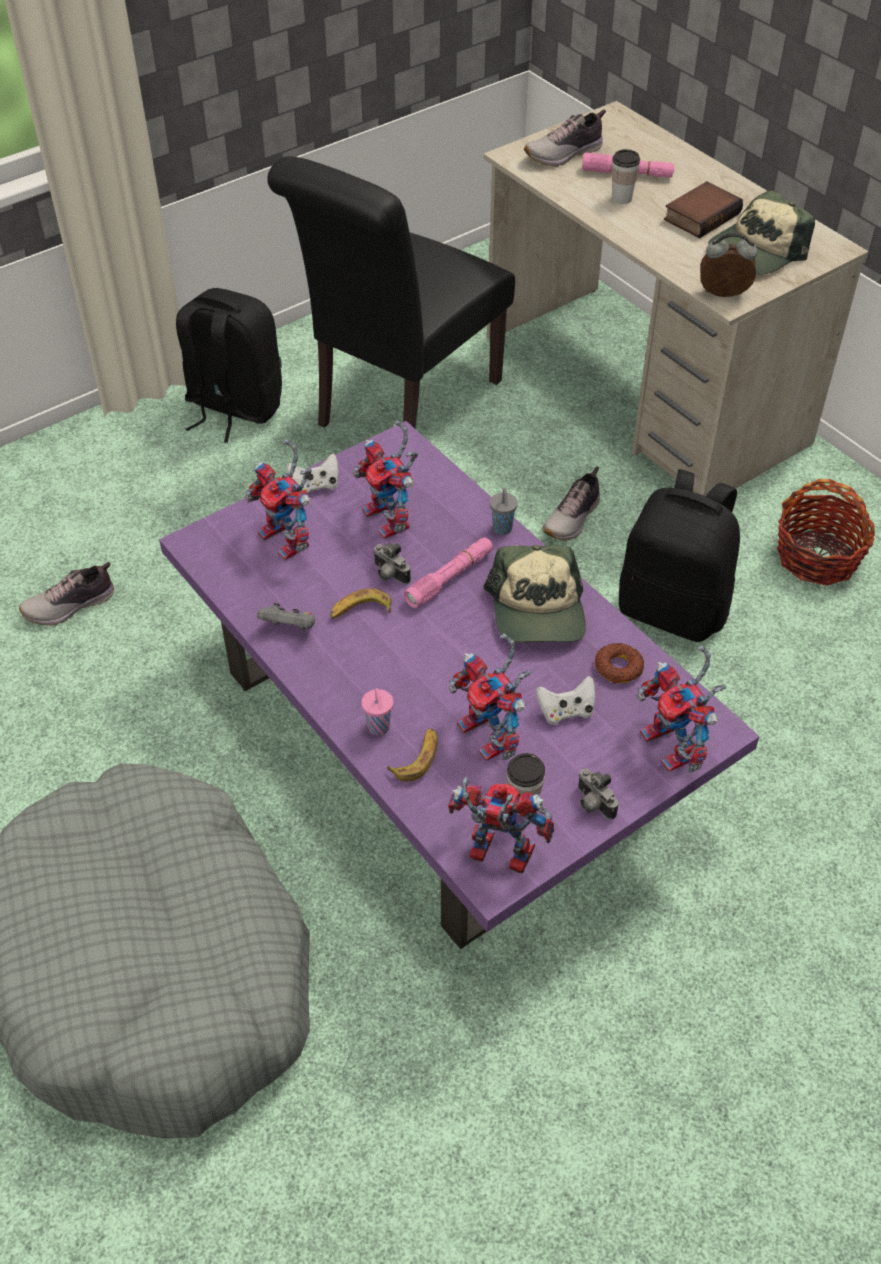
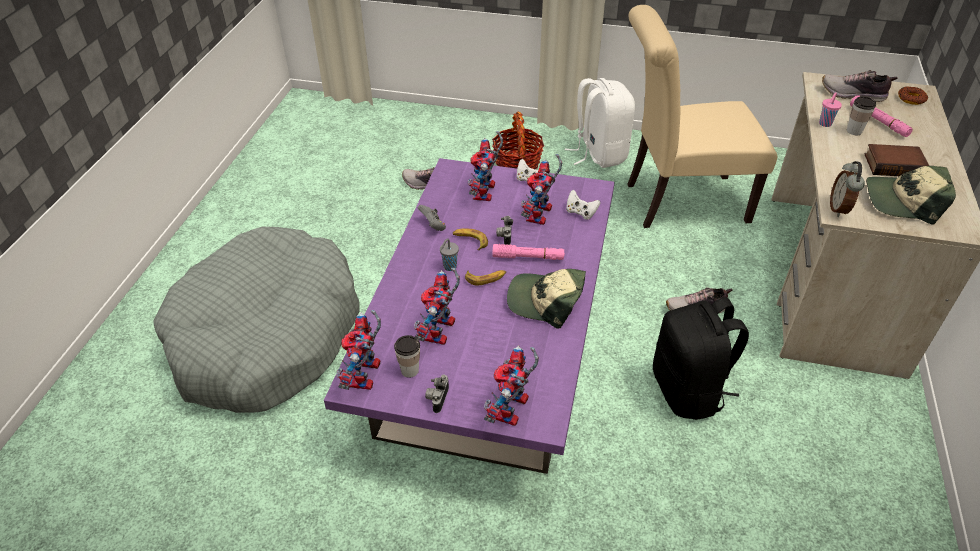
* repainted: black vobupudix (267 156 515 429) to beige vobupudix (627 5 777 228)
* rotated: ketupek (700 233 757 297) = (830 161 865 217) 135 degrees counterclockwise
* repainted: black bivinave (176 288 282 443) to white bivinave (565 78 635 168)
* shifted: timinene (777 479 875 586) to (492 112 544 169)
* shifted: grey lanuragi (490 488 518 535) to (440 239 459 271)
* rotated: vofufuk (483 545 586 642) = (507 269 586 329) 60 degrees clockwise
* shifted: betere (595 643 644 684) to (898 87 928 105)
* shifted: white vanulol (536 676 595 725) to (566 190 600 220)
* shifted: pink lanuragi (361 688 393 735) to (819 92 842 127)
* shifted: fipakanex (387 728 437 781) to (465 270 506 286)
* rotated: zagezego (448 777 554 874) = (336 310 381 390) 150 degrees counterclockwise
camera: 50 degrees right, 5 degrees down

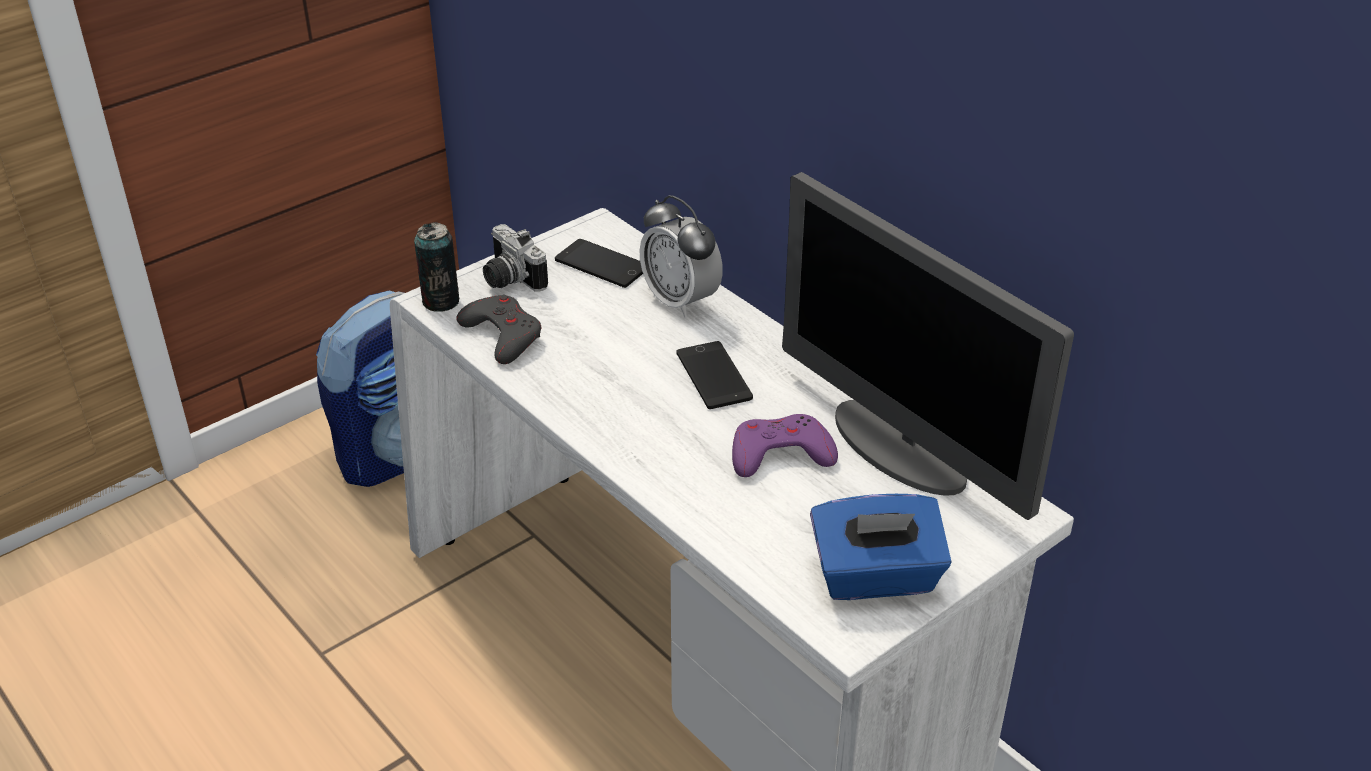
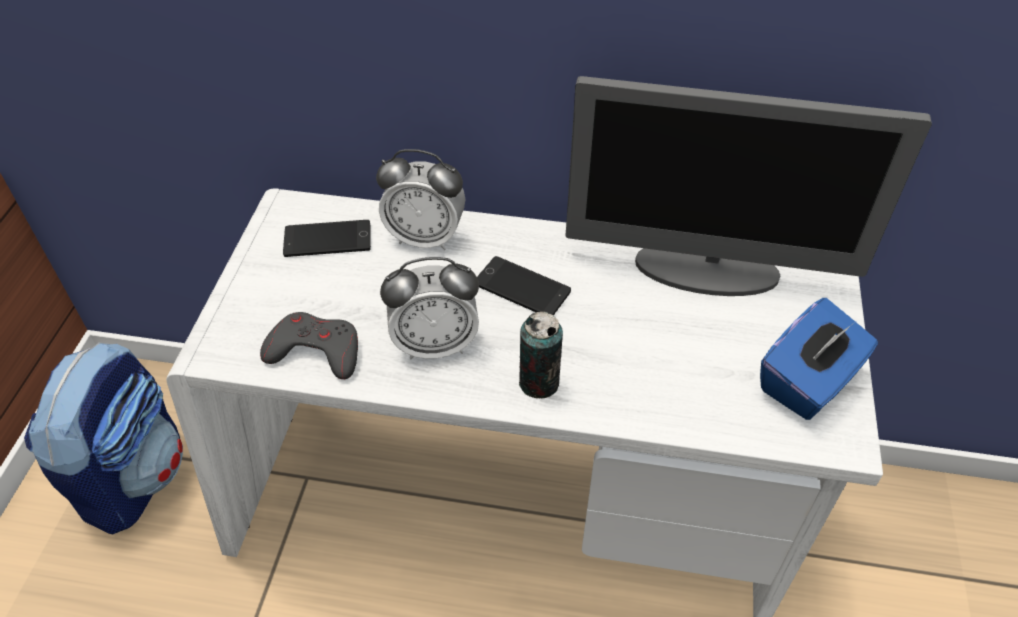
* shifted: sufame (414 222 459 312) to (519 312 563 398)
* gone: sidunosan (483 224 548 292)
* gone: purple vanulol (732 414 838 477)
* new: ketupek (380 257 479 359)
camera: 40 degrees left, 10 degrees up

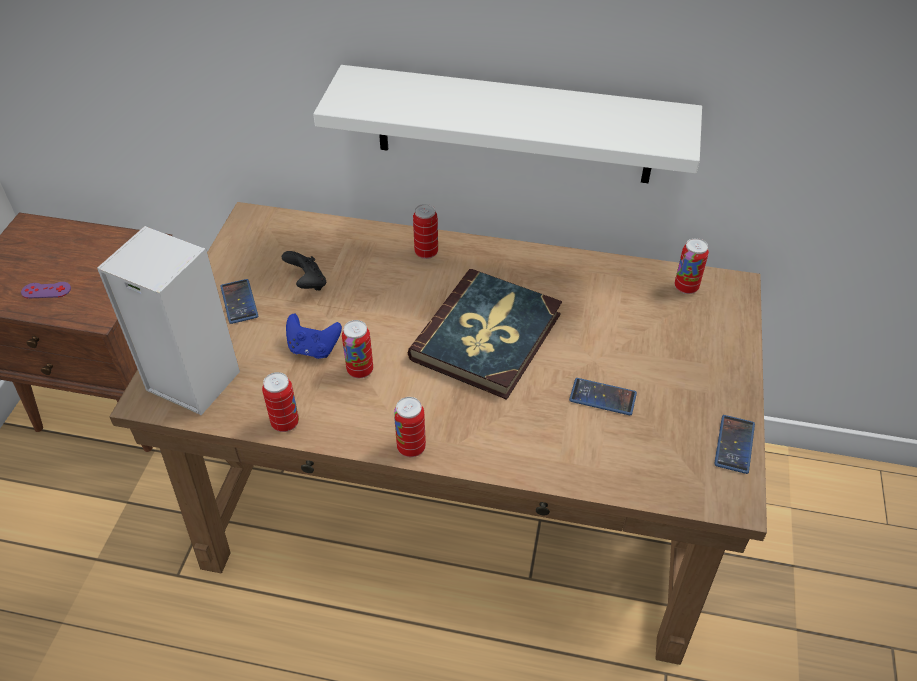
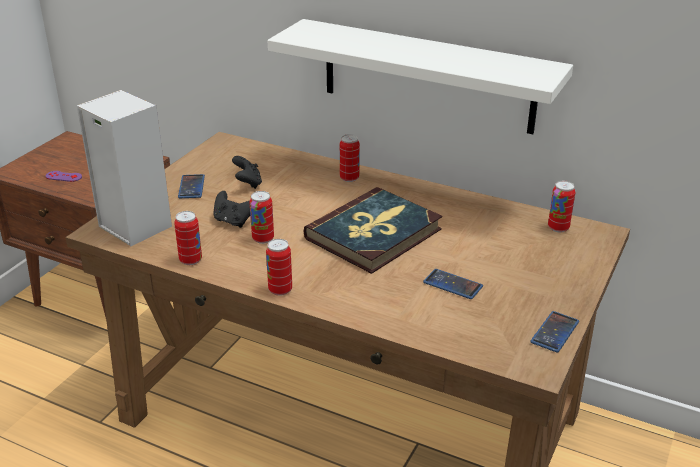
* repainted: blue vanulol (286 313 342 359) to black vanulol (213 191 250 228)
camera: 15 degrees right, 15 degrees down

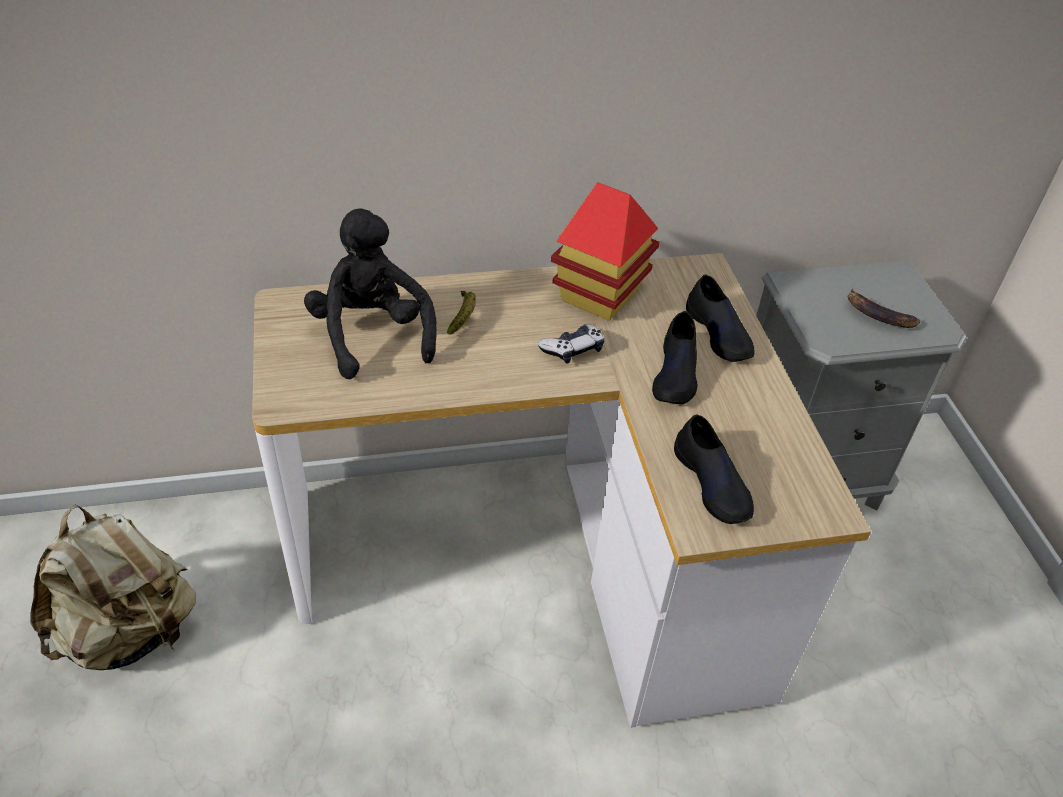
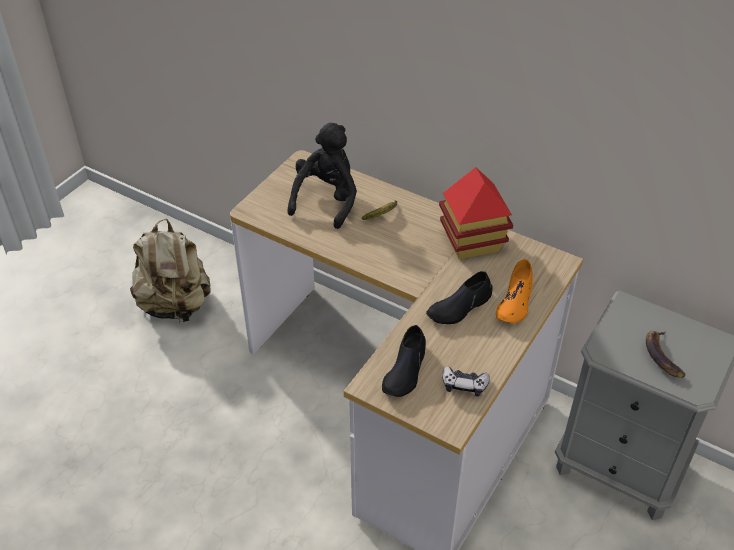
* repainted: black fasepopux (686 274 754 362) to orange fasepopux (496 259 533 324)
* shifted: vanulol (538 324 604 363) to (442 366 490 397)
camera: 45 degrees right, 0 degrees up

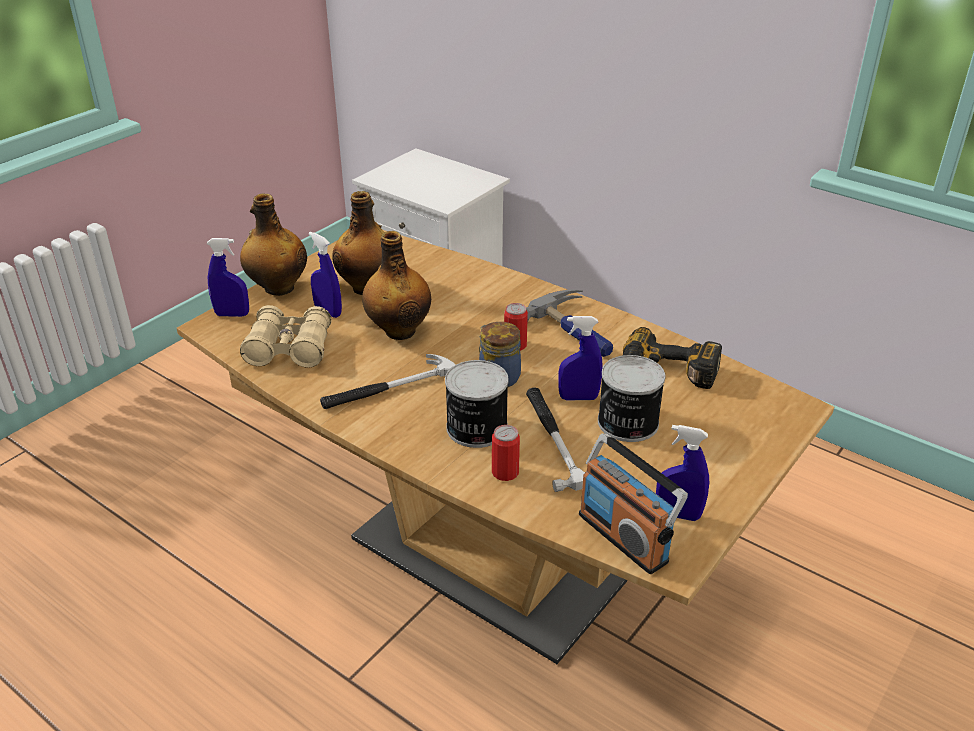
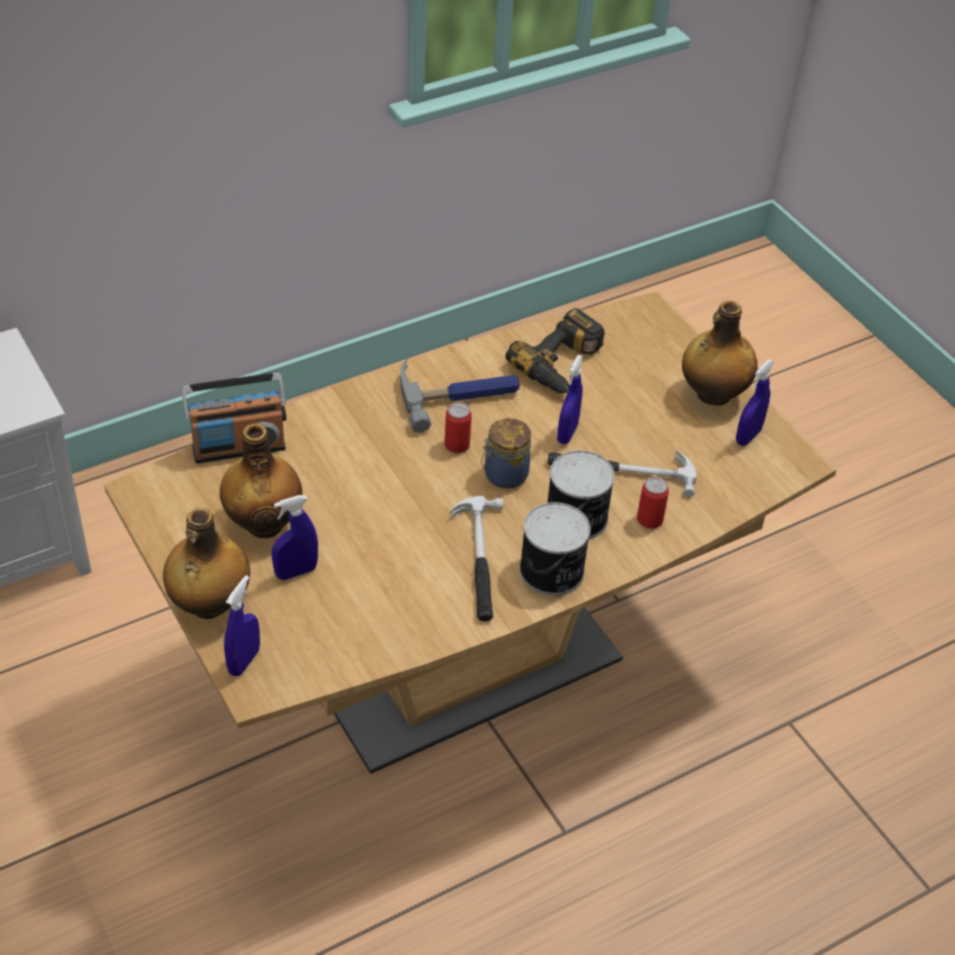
* shifted: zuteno (362 231 431 340) to (682 300 758 406)
* gone: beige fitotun (240 305 331 368)
* shifted: sufame (598 355 665 442) to (519 502 591 596)
* shifted: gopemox (579 433 688 574) to (181 372 286 463)
camera: 70 degrees left, 10 degrees up

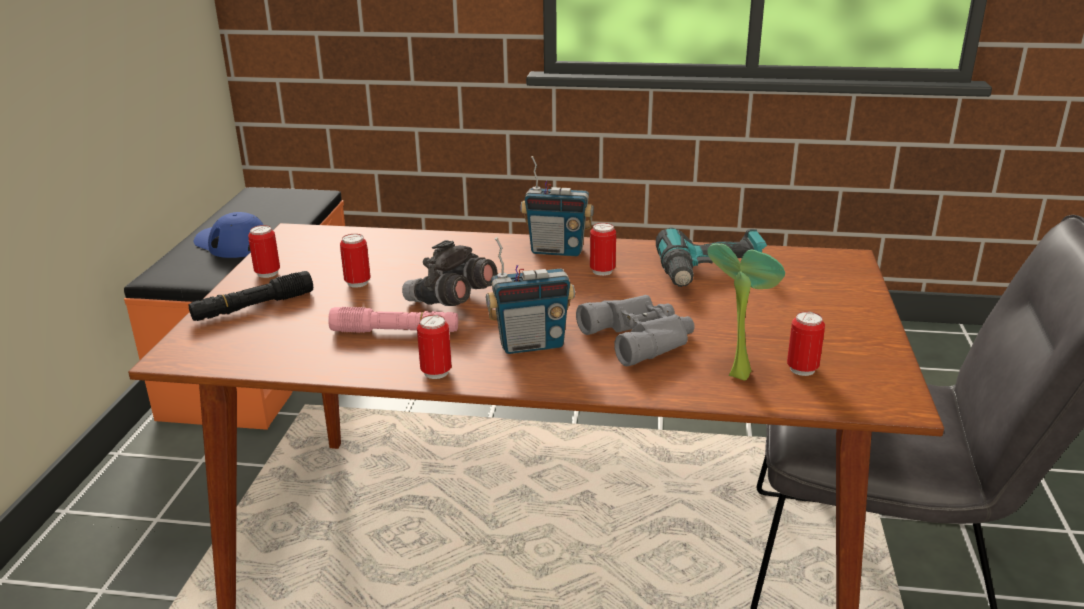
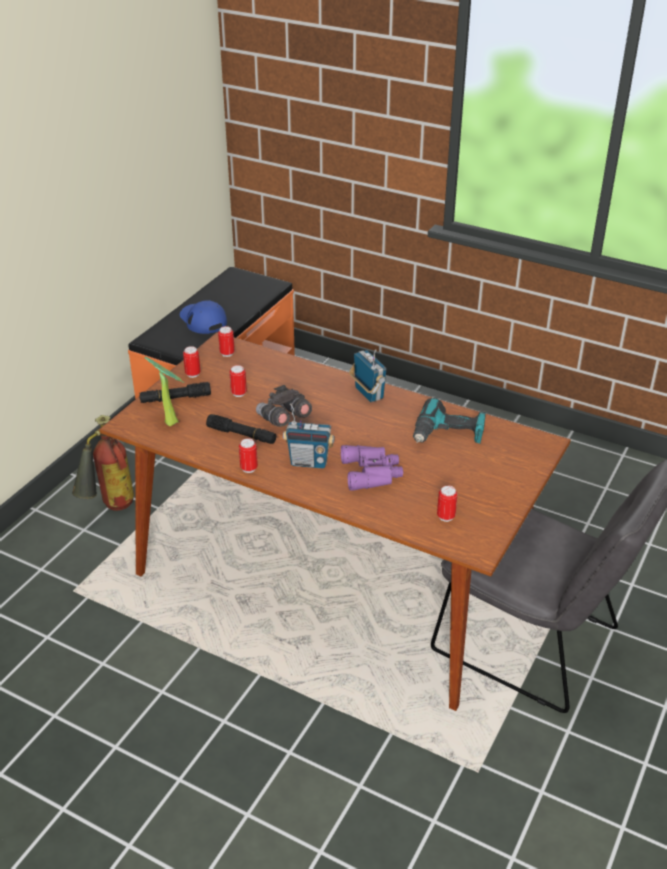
* rotated: gopemox (520 156 594 256) = (349 349 386 402) 150 degrees counterclockwise
* shifted: sufame (590 223 616 276) to (218 326 235 357)
* shifted: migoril (707 243 785 380) to (145 357 185 426)
* repainted: grey fitotun (576 295 695 366) to purple fitotun (341 445 403 491)
* repainted: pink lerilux (328 307 458 333) to black lerilux (206 414 276 444)
* new: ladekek (72 415 134 511)
camera: 20 degrees right, 10 degrees up

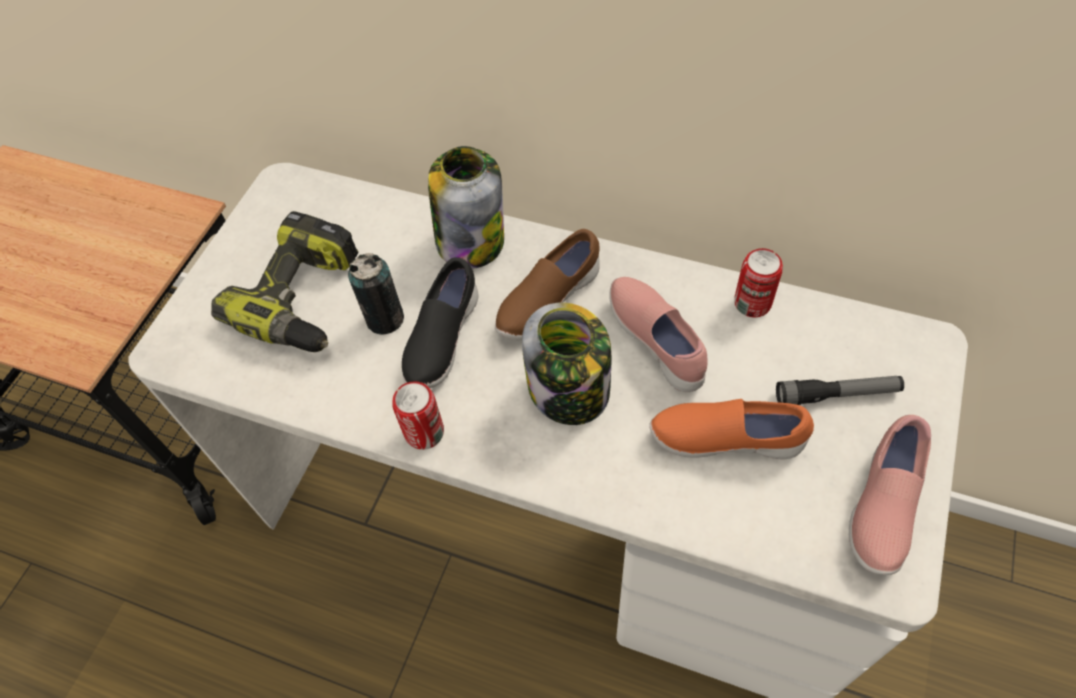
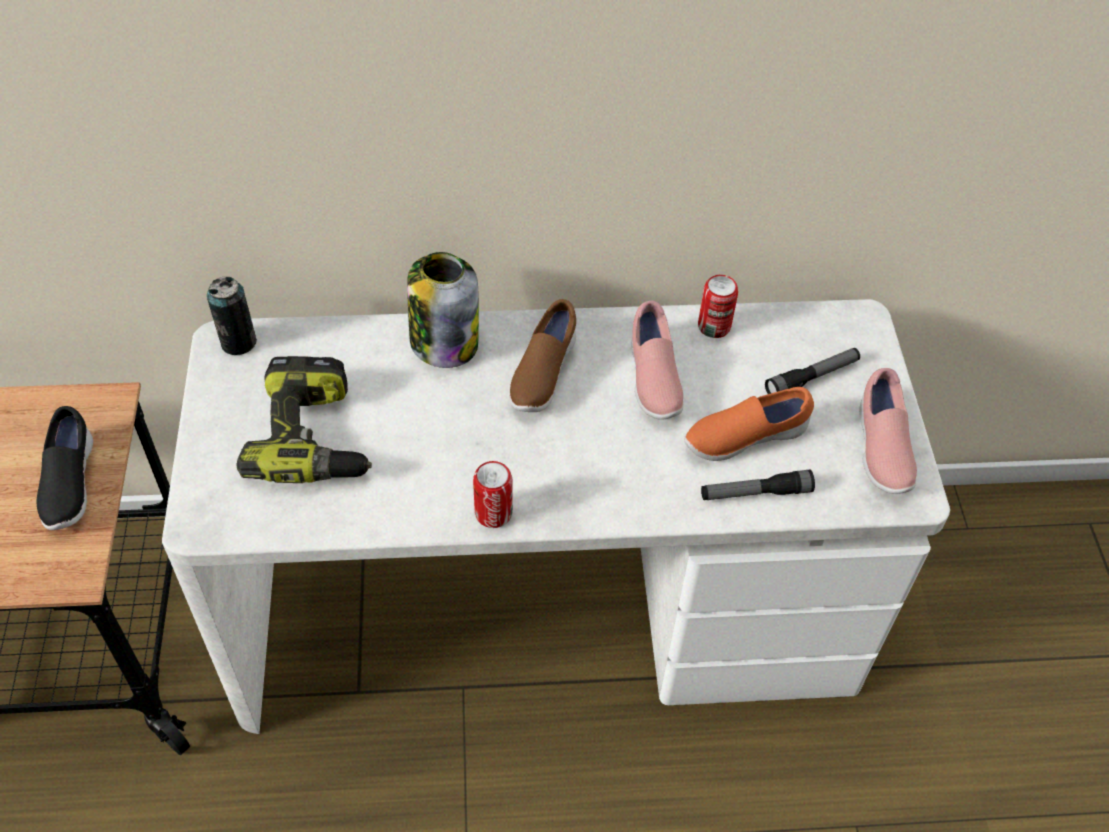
* shifted: sufame (348 253 404 335) to (207 277 257 355)
* shifted: black fasepopux (402 257 479 388) to (36 406 93 530)
* rotated: pink fasepopux (609 277 708 392) = (632 301 683 420) 135 degrees counterclockwise
* gone: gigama (522 303 611 425)
* new: lerilux (701 470 815 500)
camera: 30 degrees left, 5 degrees down

